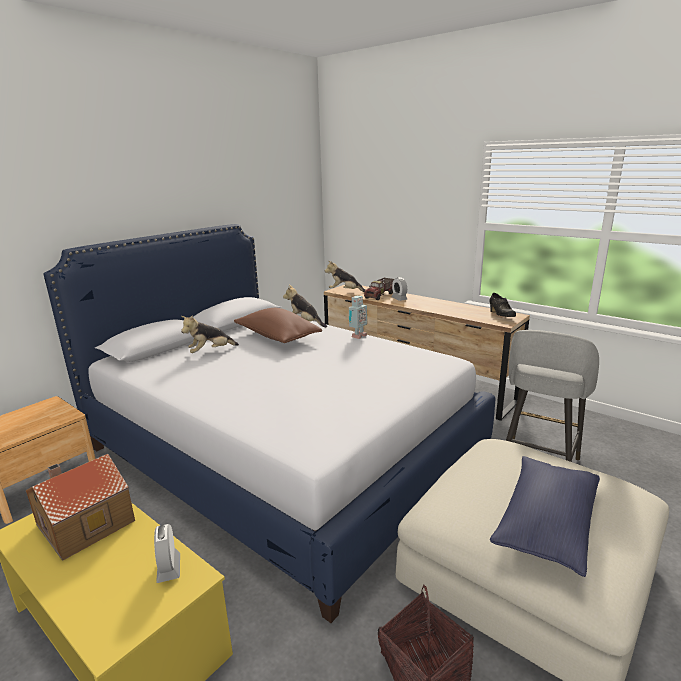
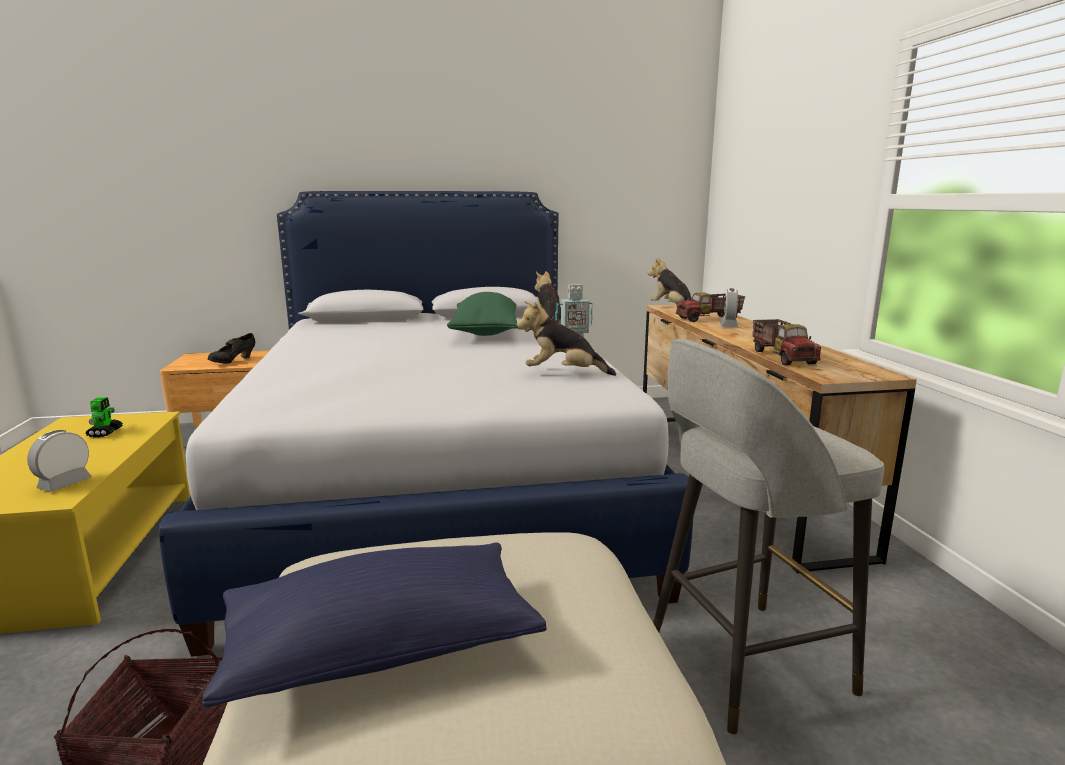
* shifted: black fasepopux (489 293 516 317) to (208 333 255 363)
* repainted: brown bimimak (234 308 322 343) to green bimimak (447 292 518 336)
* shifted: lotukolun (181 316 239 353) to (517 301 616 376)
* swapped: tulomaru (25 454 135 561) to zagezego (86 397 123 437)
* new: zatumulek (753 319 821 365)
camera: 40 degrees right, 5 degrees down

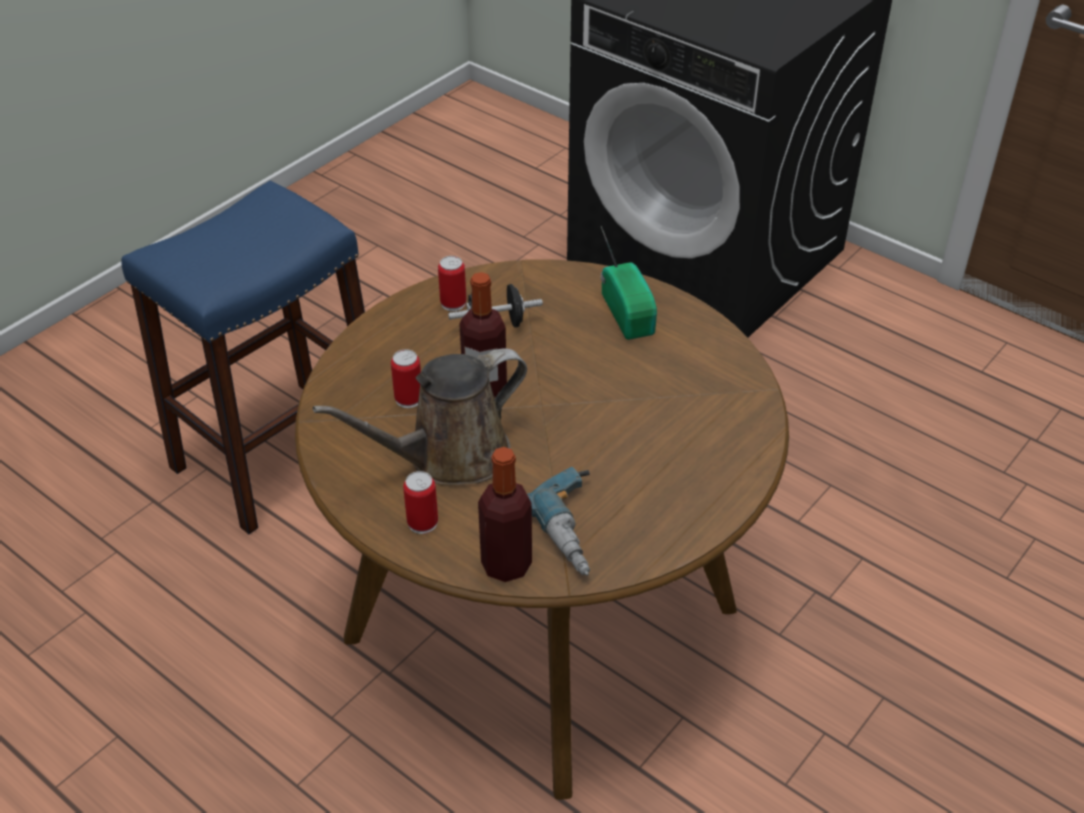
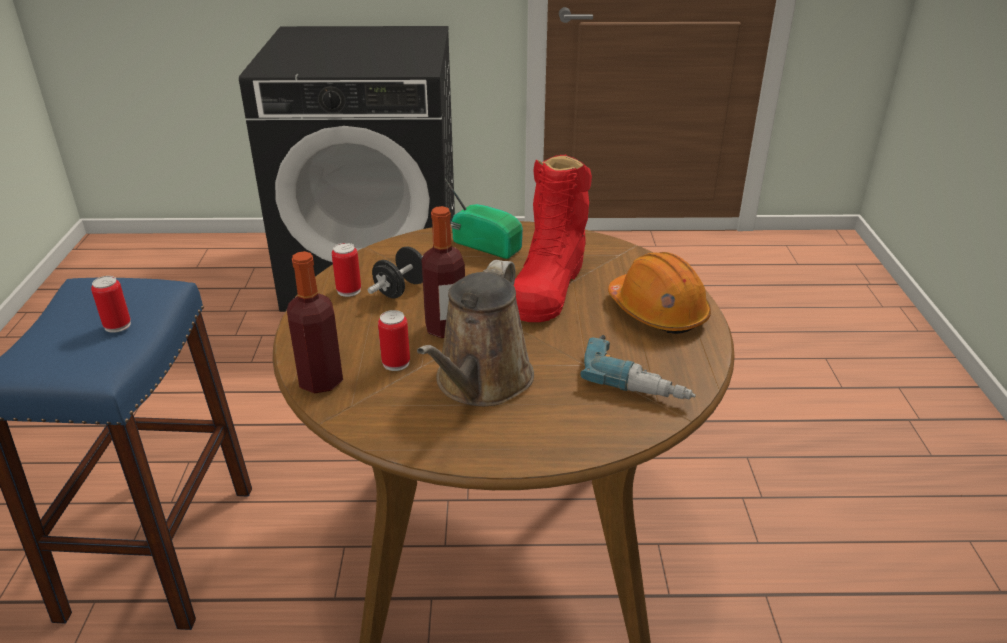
* shifted: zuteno (478 447 532 582) to (287 251 343 393)
* shifted: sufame (403 471 438 534) to (91 276 131 333)
* new: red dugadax (514 154 592 322)
* new: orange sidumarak (608 252 711 334)
camera: 40 degrees left, 10 degrees down

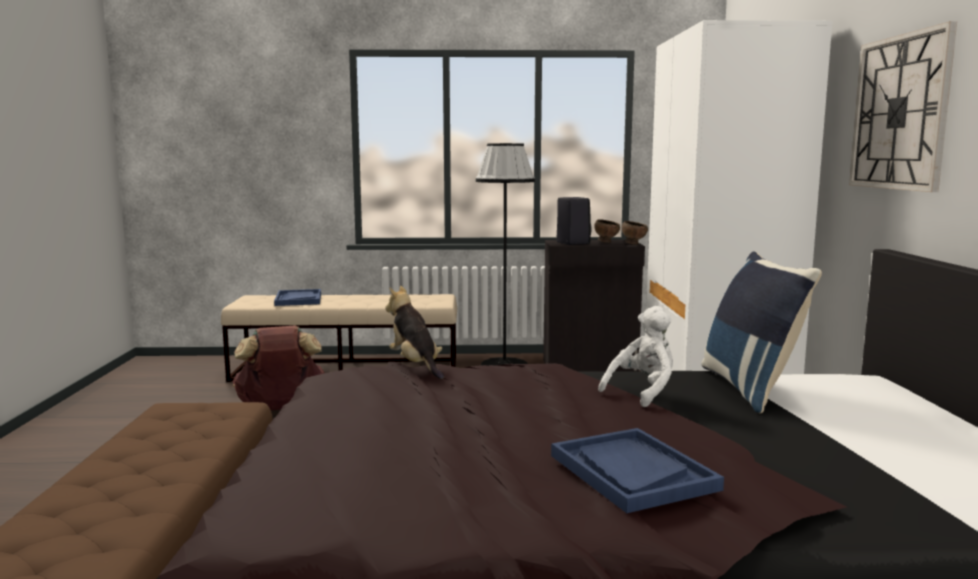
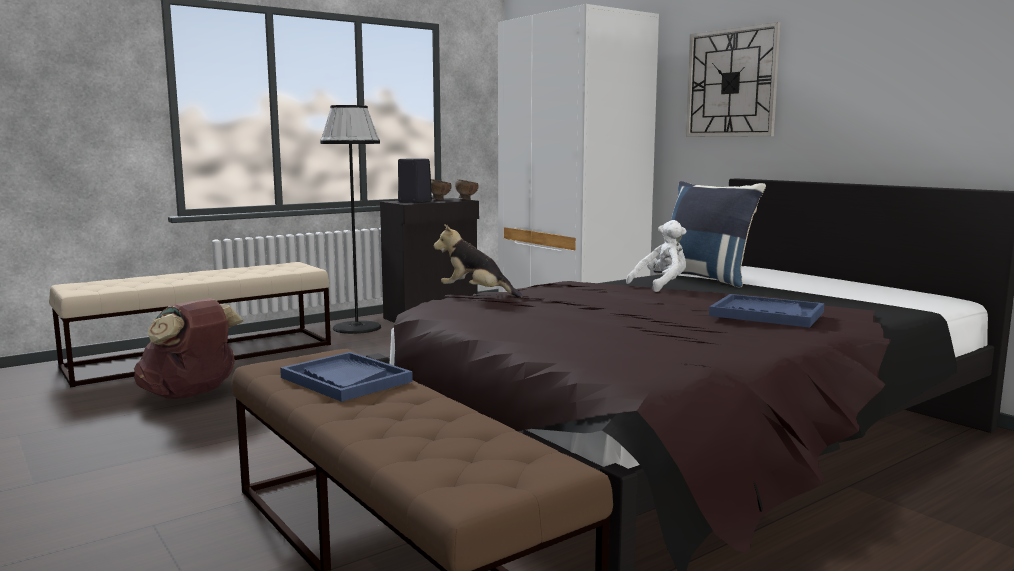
* shifted: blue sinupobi (274 289 321 306) to (280 352 413 402)
* rotated: white lotukolun (598 306 673 407) = (626 220 687 292) 45 degrees clockwise
camera: 35 degrees left, 0 degrees up

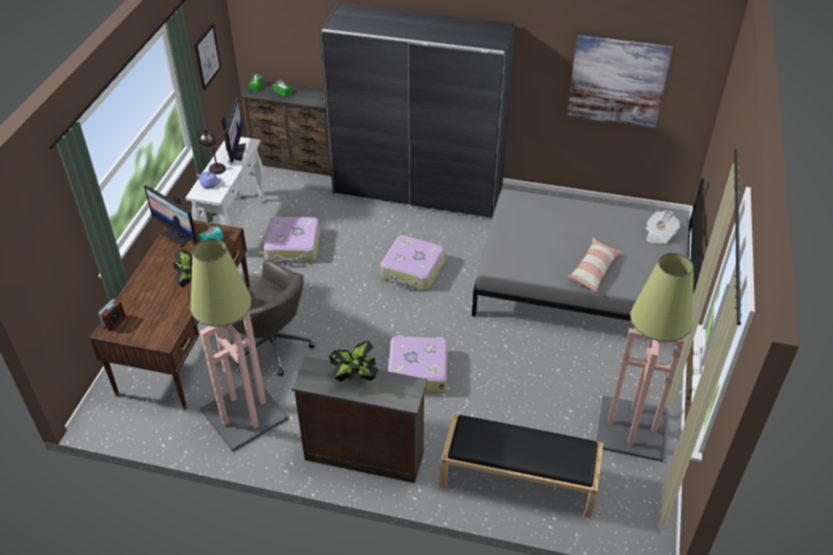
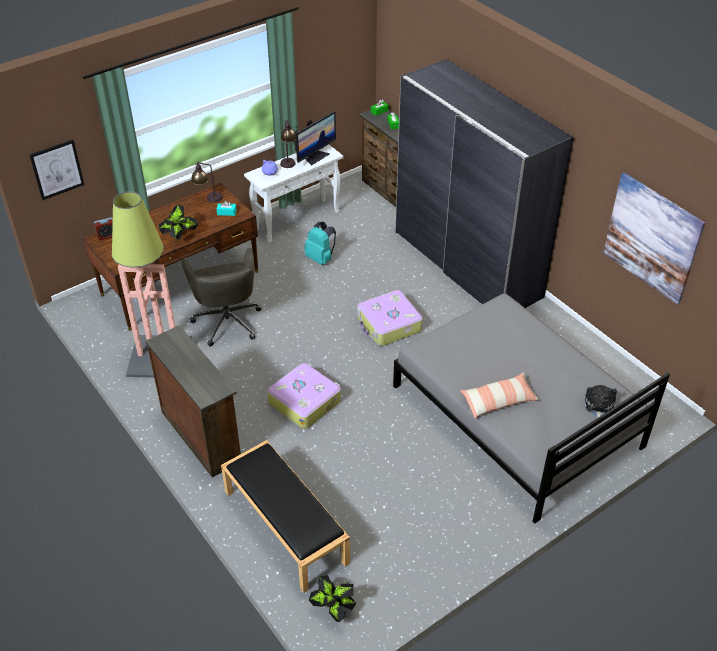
* shifted: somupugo (194 23 221 90) to (30 139 84 200)
* swapped: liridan (144 186 197 247) to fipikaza (191 162 223 203)
* swapped: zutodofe (646 210 680 244) to lotukolun (585 385 617 418)
* swapped: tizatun (264 217 320 263) to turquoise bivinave (305 222 336 265)
* gone: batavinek (596 253 694 462)
* shifted: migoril (329 341 378 382) to (309 575 356 622)
camera: 40 degrees right, 0 degrees up

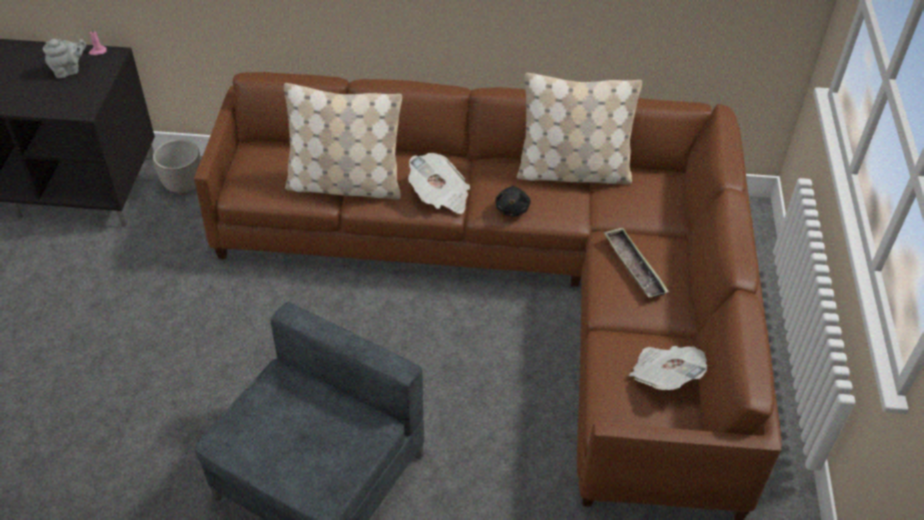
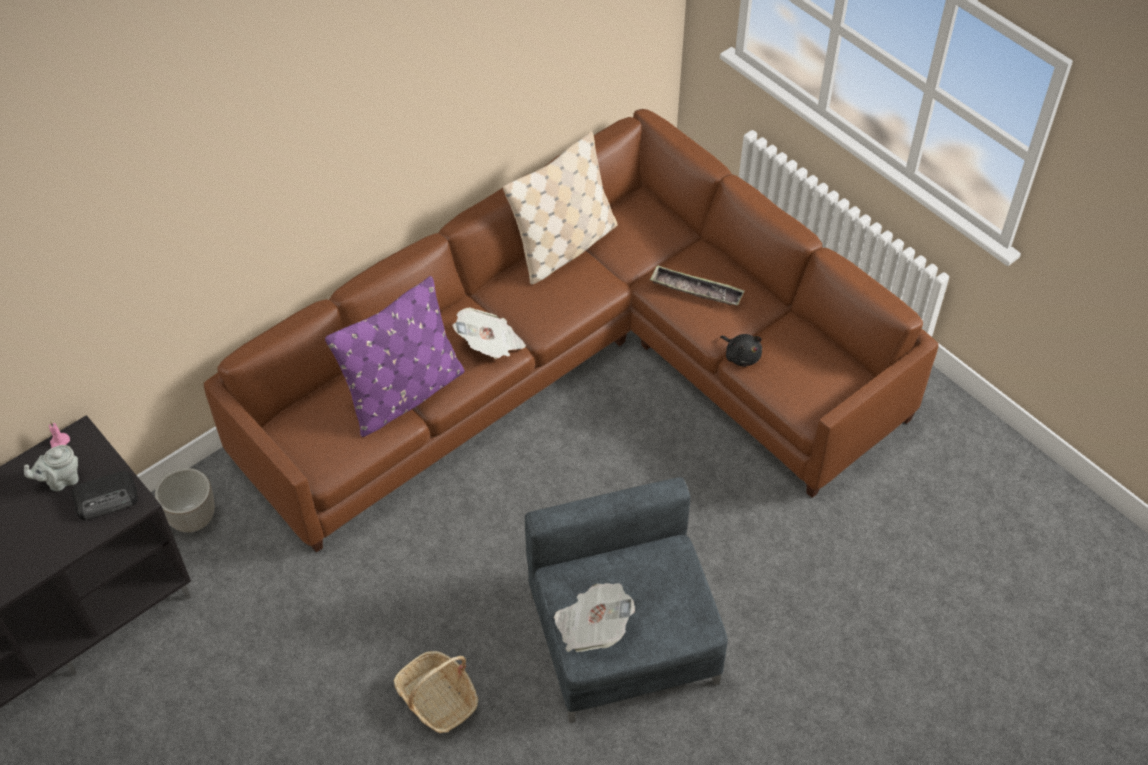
* rotated: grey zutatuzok (43 39 86 78) = (24 445 79 491) 135 degrees counterclockwise
* repainted: beige bimimak (284 83 402 200) to purple bimimak (325 276 465 437)
* shifted: black lotukolun (495 186 531 216) to (720 334 762 367)
* shifted: zutodofe (629 346 707 390) to (554 583 635 652)
* new: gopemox (71 471 138 520)
* new: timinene (393 651 478 733)
camera: 45 degrees left, 5 degrees up

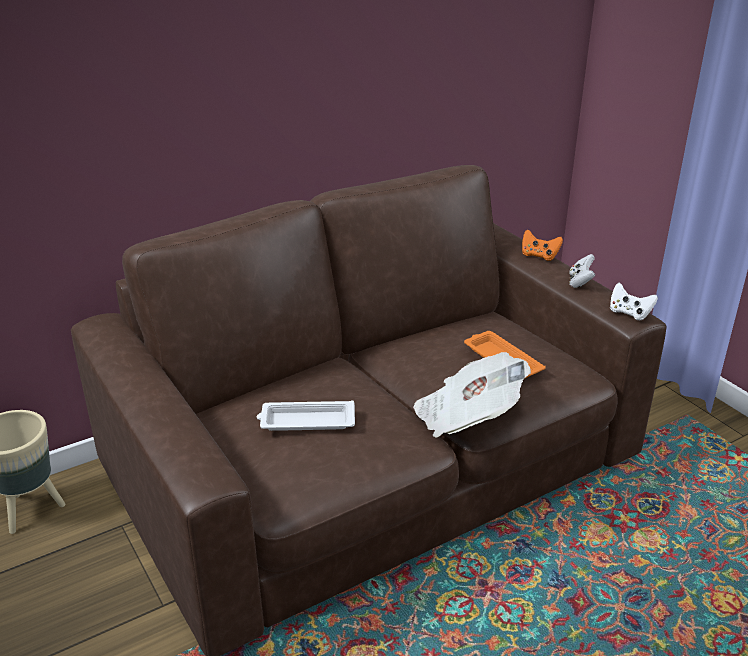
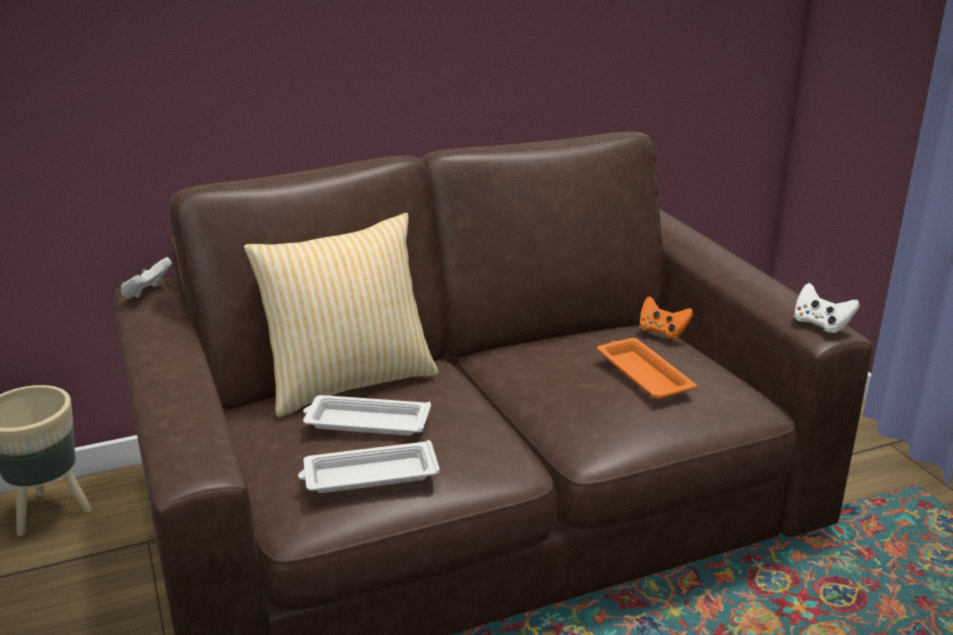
* shifted: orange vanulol (522 230 563 261) to (639 296 693 339)
* shifted: white vanulol (569 254 595 288) to (120 257 172 299)
* gone: zutodofe (413 352 531 438)
* new: bimimak (244 213 439 417)
* new: white sinupobi (298 440 440 493)
camera: 10 degrees right, 5 degrees down

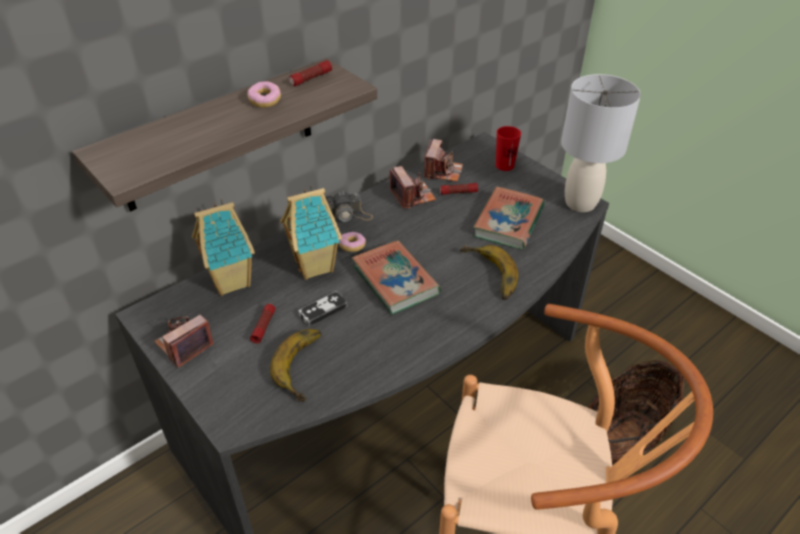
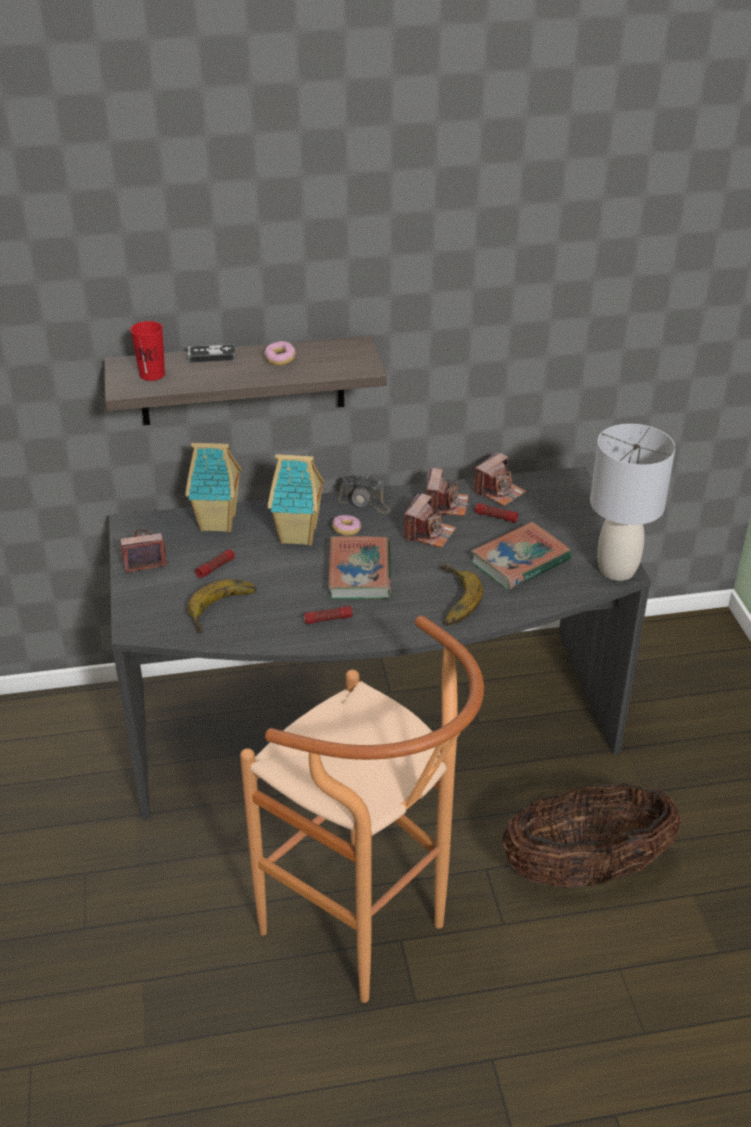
* shifted: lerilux (289 60 332 86) to (304 606 353 624)
* shifted: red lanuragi (495 126 521 171) to (130 321 165 381)
* shifted: vanulol (298 291 347 327) to (187 344 236 363)
* new: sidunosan (404 493 456 548)
camera: 30 degrees right, 5 degrees down

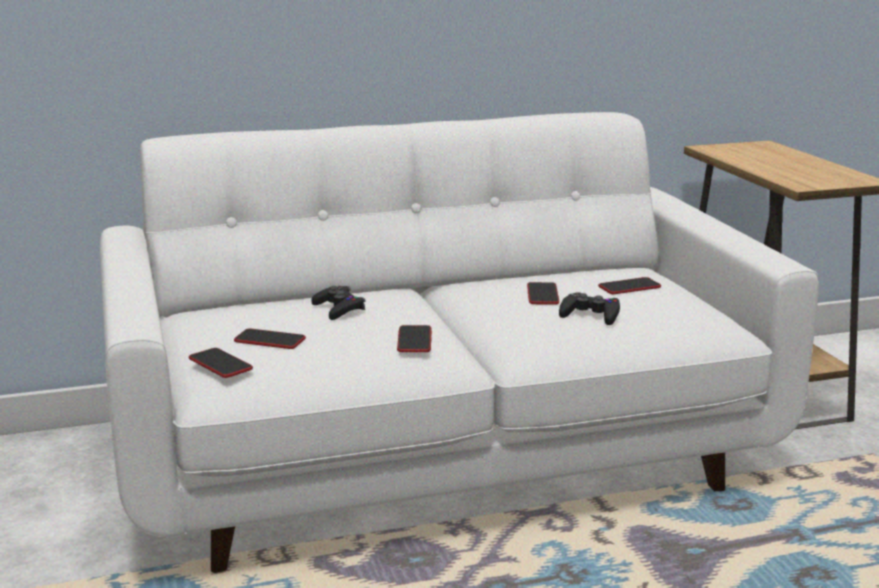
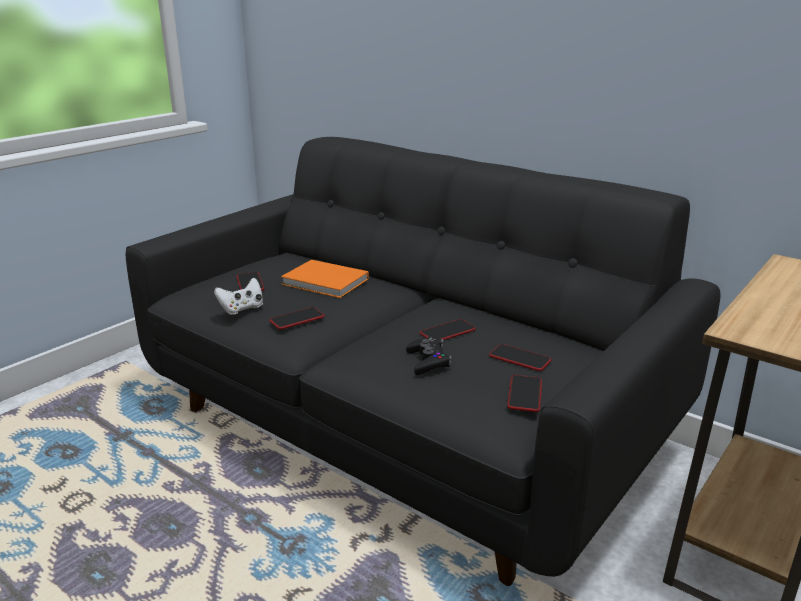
* repainted: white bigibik (100 112 819 573) to black bigibik (126 137 721 586)
* swapped: black vanulol (311 286 365 320) to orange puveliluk (281 260 369 298)
* shifted: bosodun (189 348 253 378) to (507 375 542 412)
* new: white vanulol (214 278 263 315)
camera: 55 degrees right, 5 degrees up

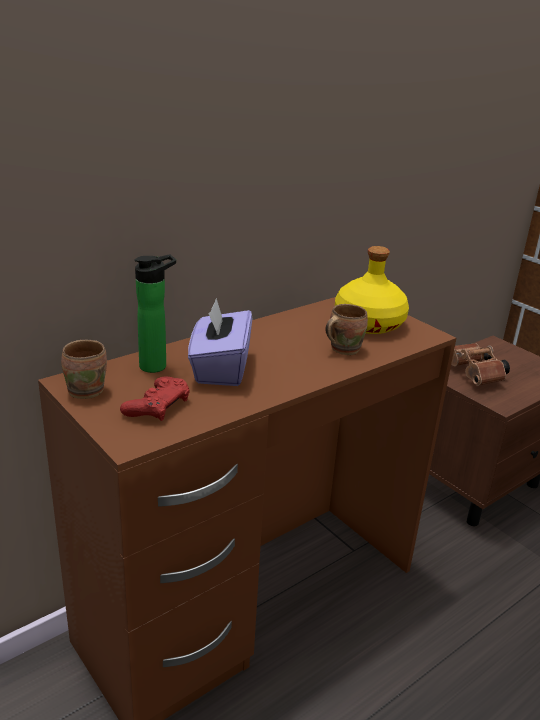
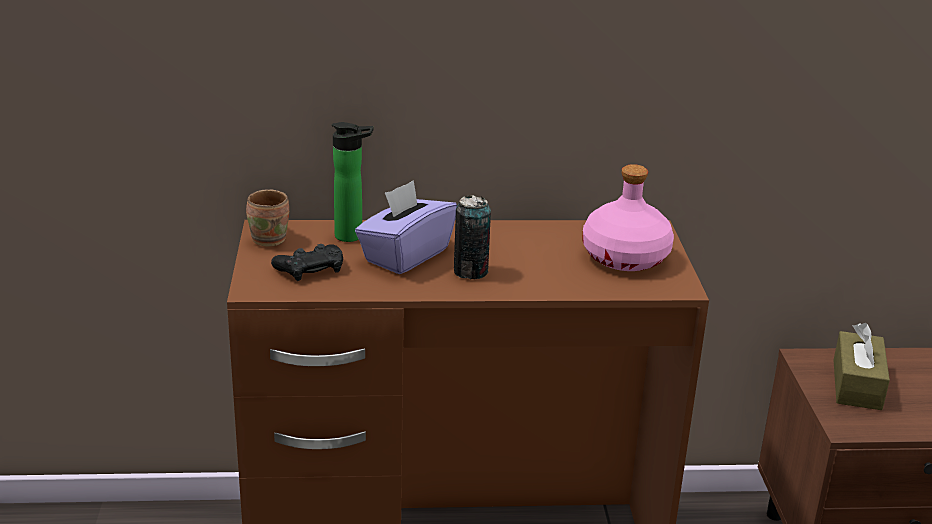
* repainted: yellow zuteno (335 246 409 334) to pink zuteno (582 164 674 271)
* gone: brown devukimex (325 304 368 355)
* swapped: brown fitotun (451 343 510 386) to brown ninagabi (834 323 890 410)
* repainted: red vanulol (120 377 190 421) to black vanulol (271 244 343 281)
* new: sufame (454 195 491 279)
camera: 35 degrees right, 0 degrees up

